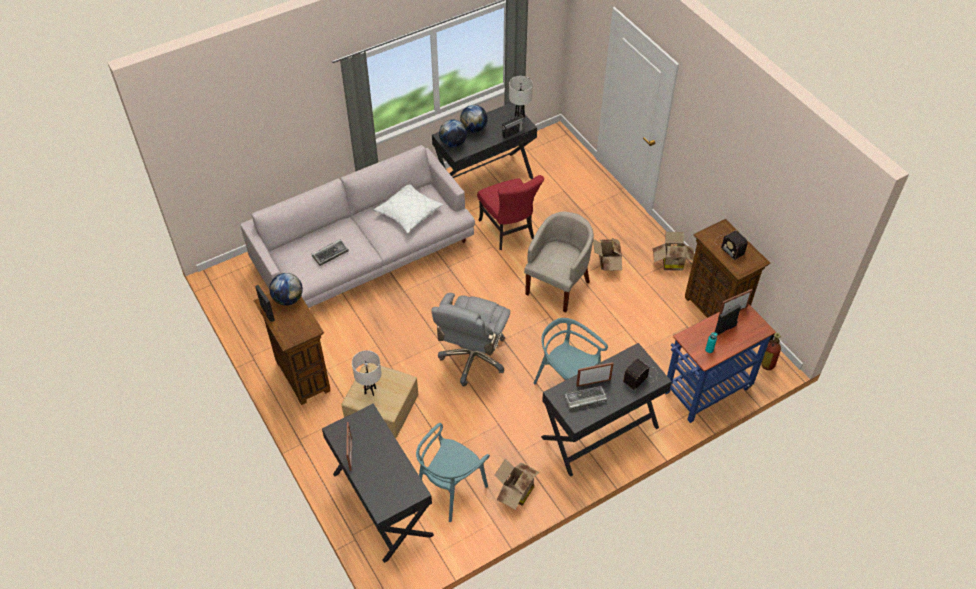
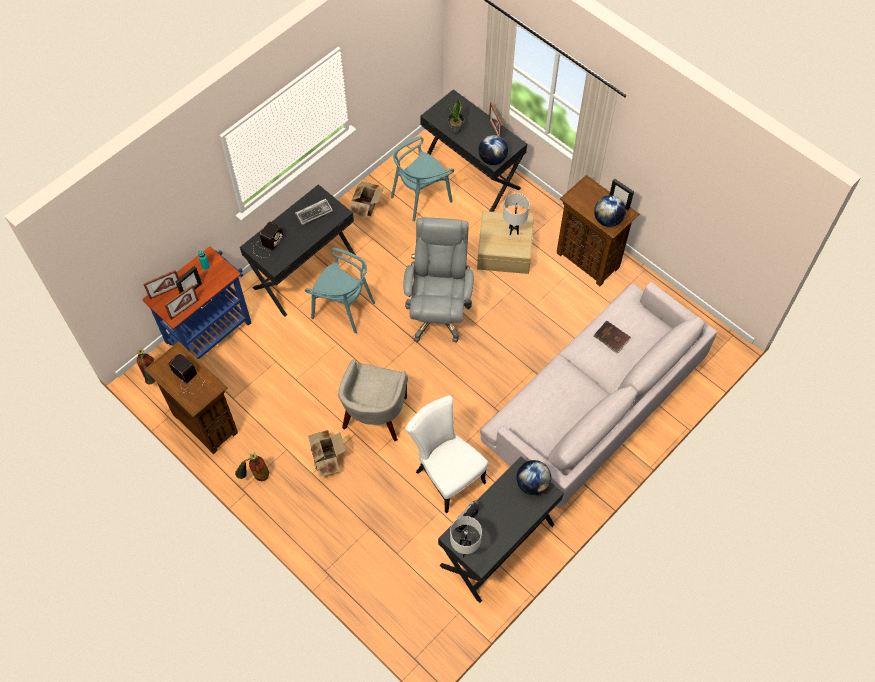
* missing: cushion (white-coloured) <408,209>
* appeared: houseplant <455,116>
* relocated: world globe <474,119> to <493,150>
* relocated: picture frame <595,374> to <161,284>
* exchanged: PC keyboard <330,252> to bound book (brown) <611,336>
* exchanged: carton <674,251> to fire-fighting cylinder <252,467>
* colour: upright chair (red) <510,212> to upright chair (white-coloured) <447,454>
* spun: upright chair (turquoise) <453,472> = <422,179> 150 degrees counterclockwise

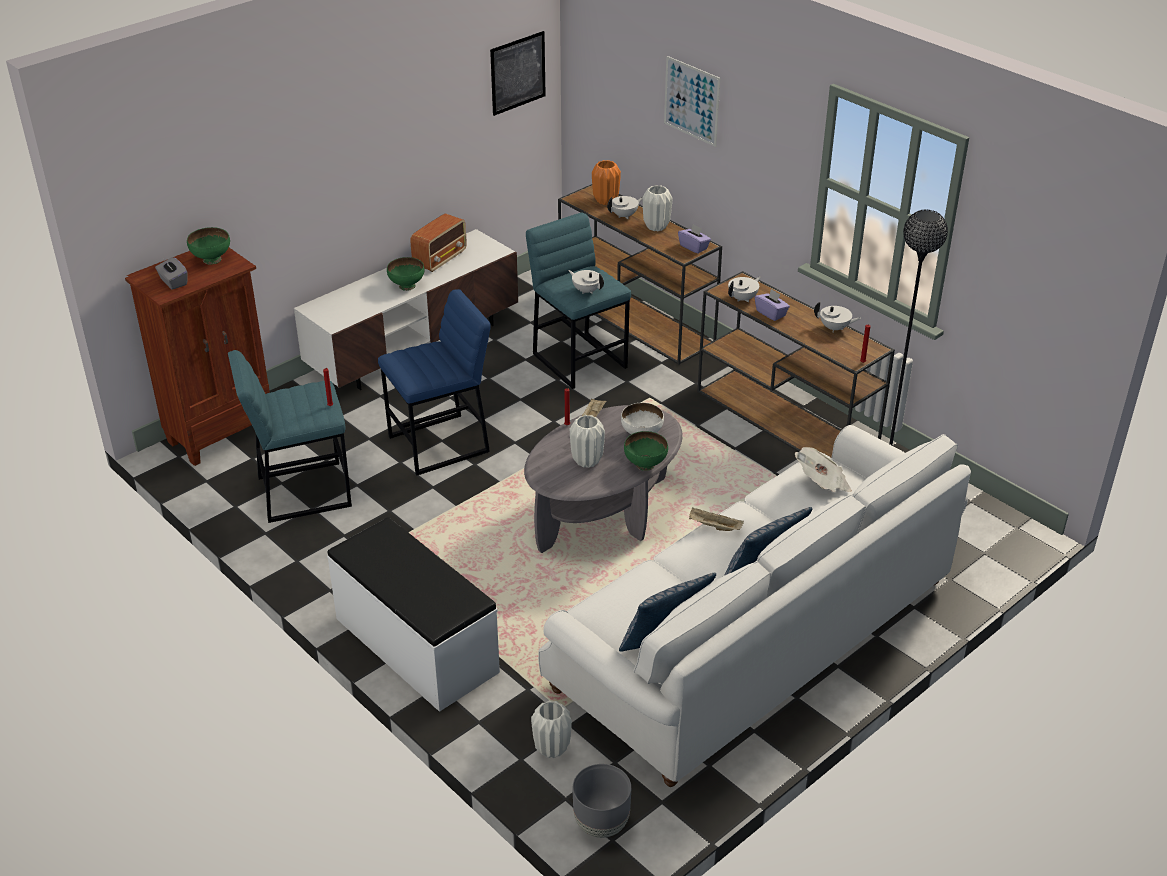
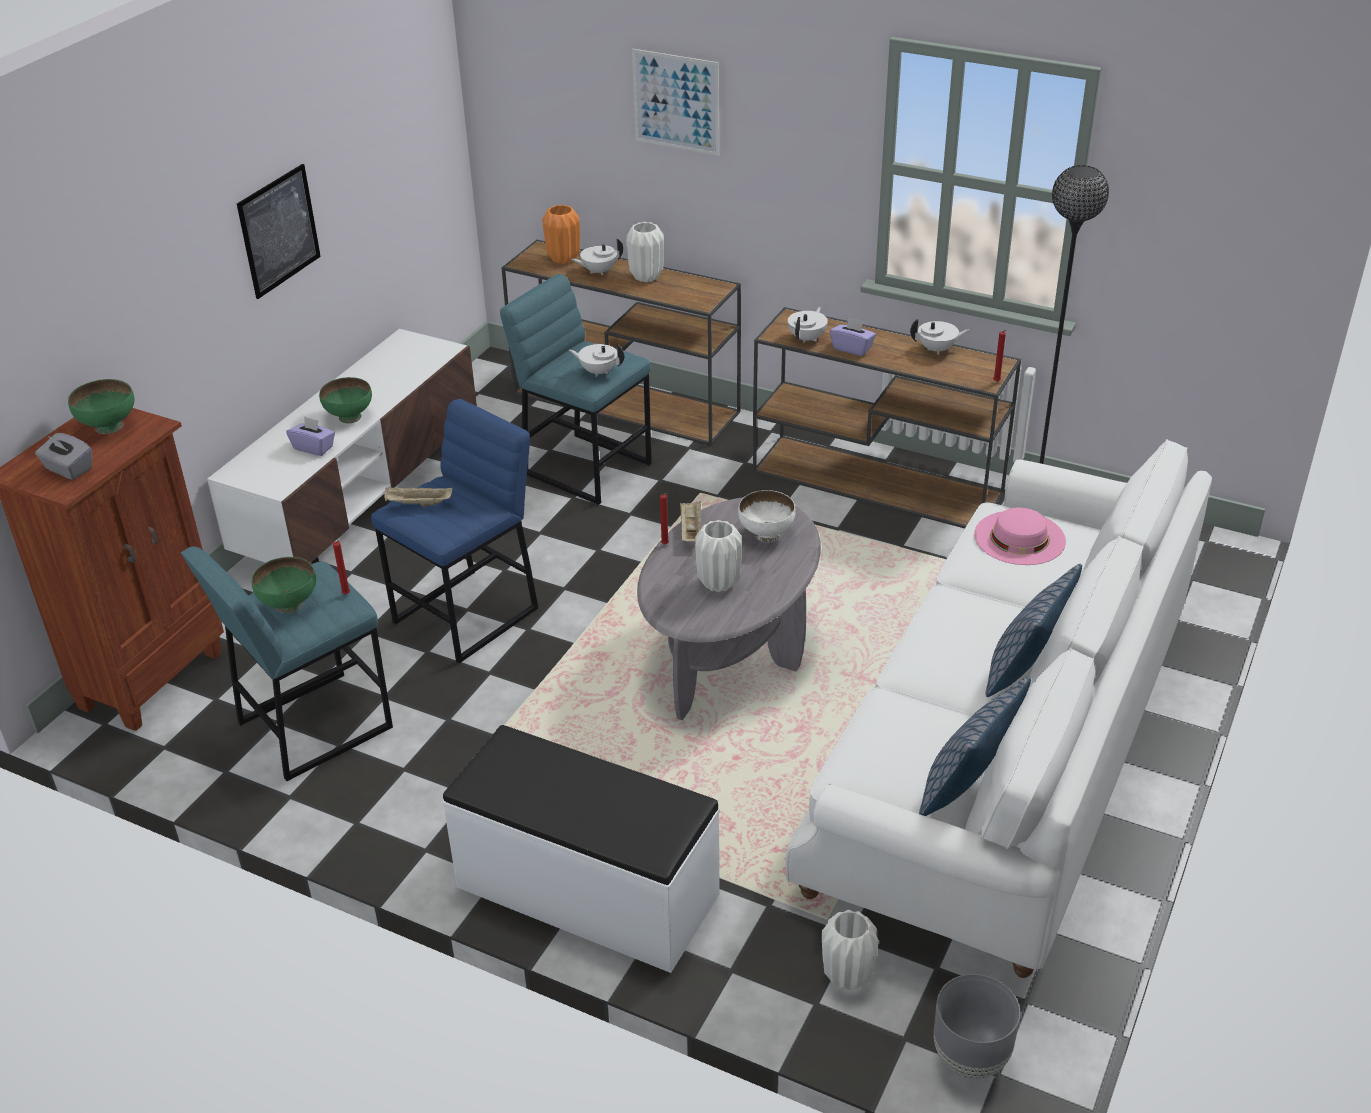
* missing: radio set <438,242>
* relocated: picture <518,73> to <279,231>
* relocated: deep dish (green-coloured) <646,451> to <284,585>
* relocated: box of tissues (purple) <694,239> to <310,436>
* relocated: tray (beige) <716,519> to <418,496>
* exchanged: newspaper <823,469> to wearable hat (pinkish) <1020,536>
* spun: tea pot (white-coloured) <625,207> = <597,256> 150 degrees counterclockwise

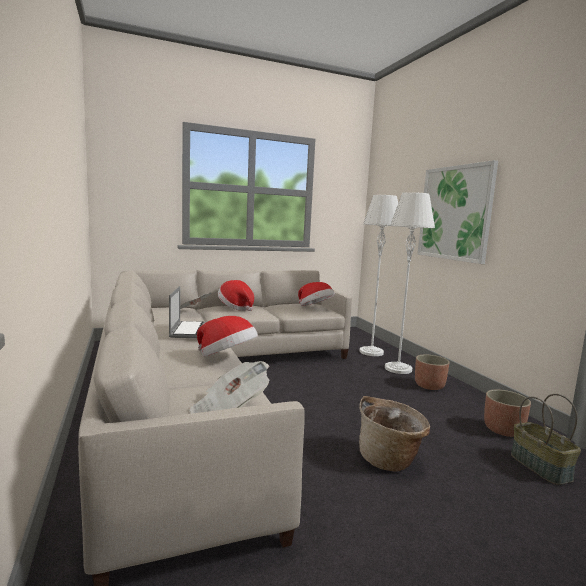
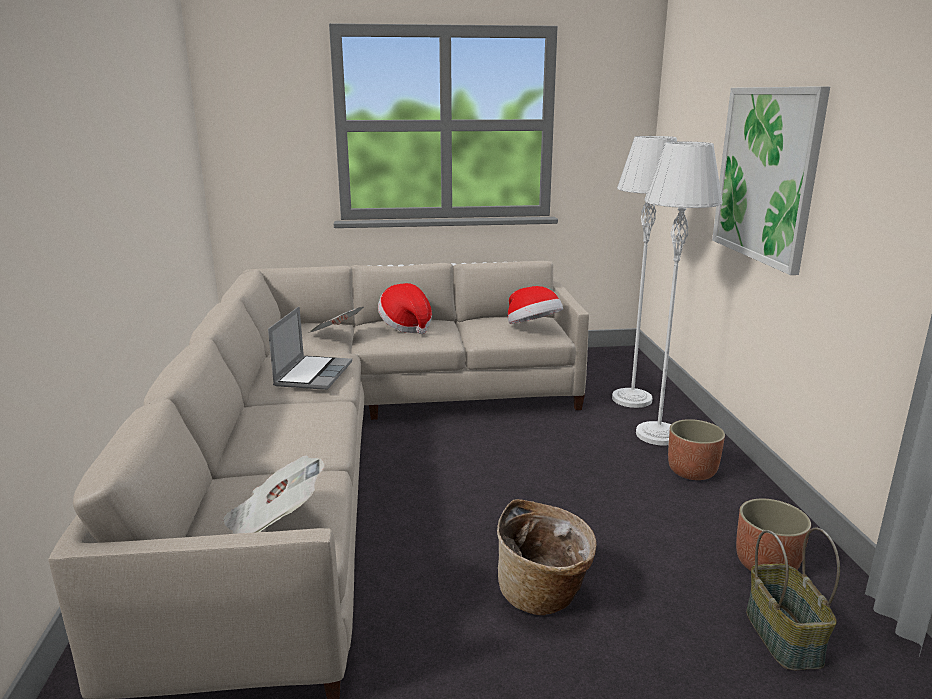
* missing: wearable hat <227,336>

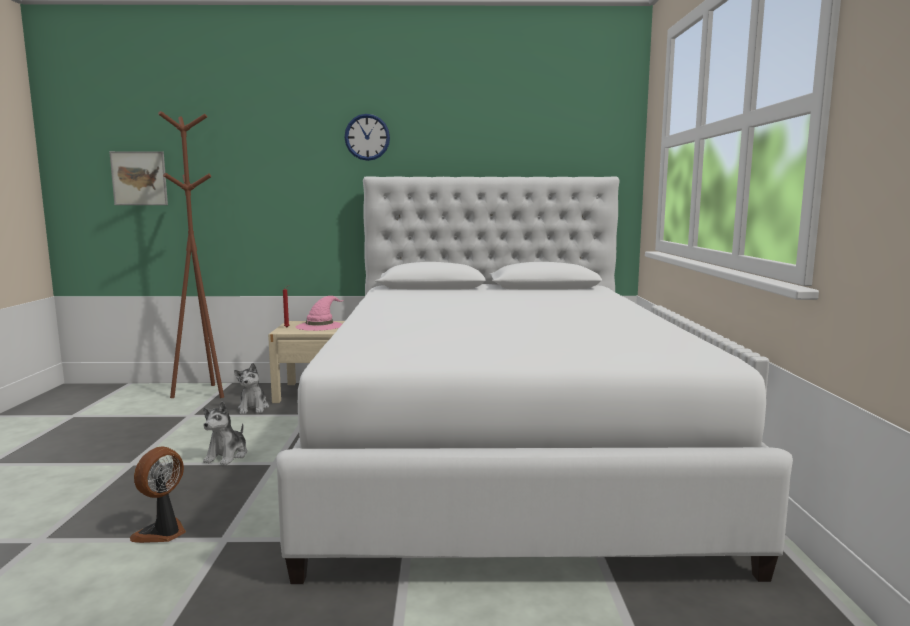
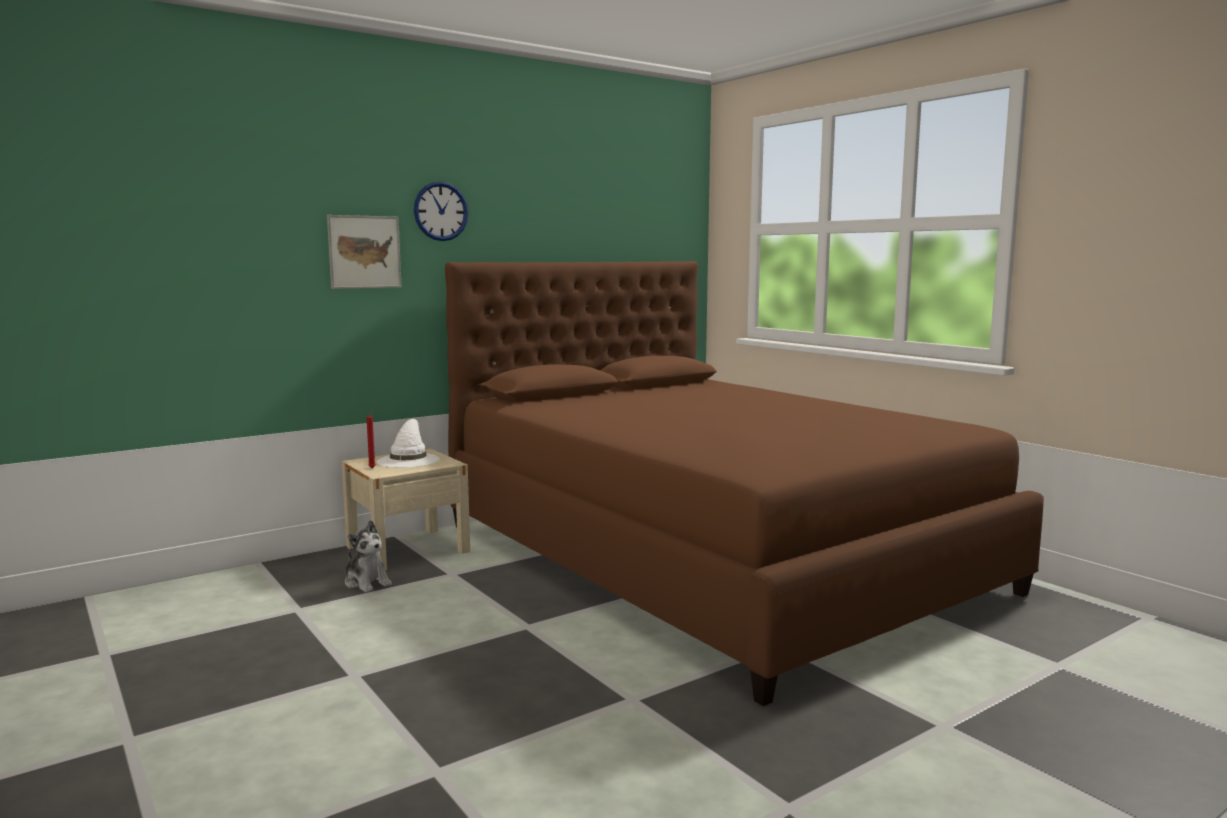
* missing: cooling fan <158,494>
* missing: garment rack (brown) <191,254>
* missing: plush toy <225,433>
* relocated: picture <138,178> to <364,252>
* colour: bed (white-coloured) <534,380> to bed (brown) <744,483>
* colour: wearable hat (pinkish) <320,313> to wearable hat (white-coloured) <408,443>

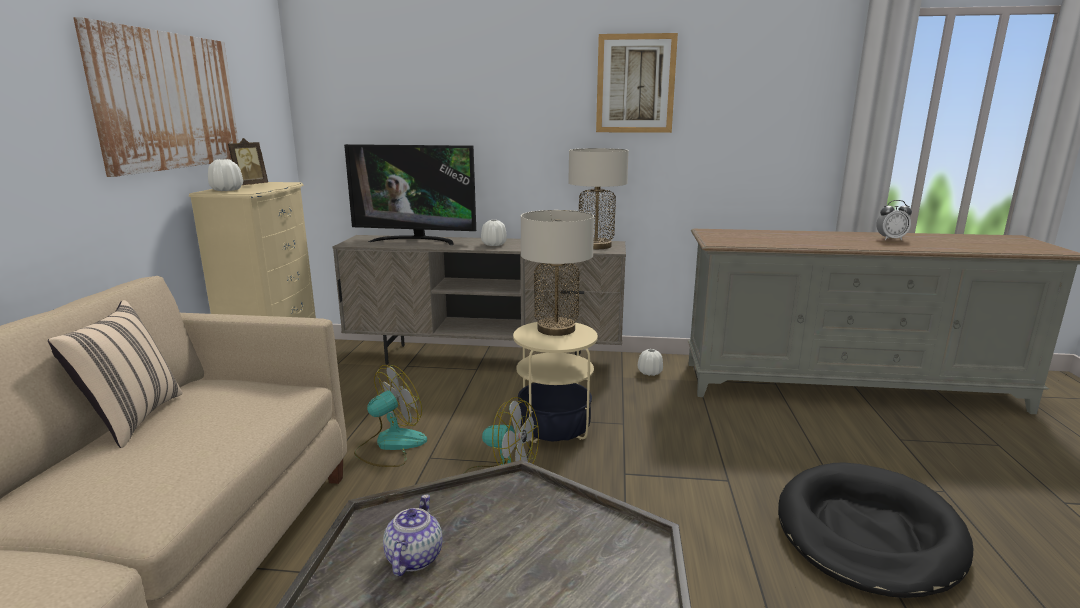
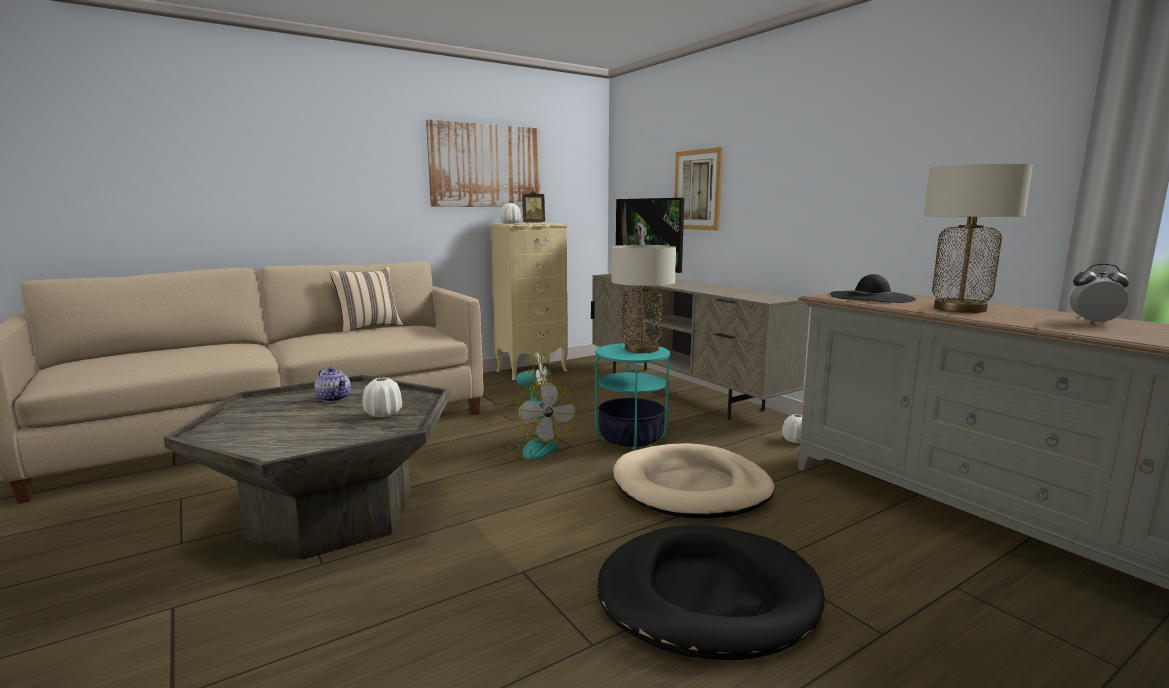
* appeared: pet bed (beige) <694,480>
* appeared: wearable hat (black) <873,288>
* relocated: flower vase (white-coloured) <494,233> to <382,397>
* relocated: tabletop lamp <598,198> to <978,238>
* relocated: picture <637,83> to <698,188>
* colour: accent table (beige) <555,382> to accent table (turquoise) <632,397>
* spun: tea pot <412,535> = <333,384> 75 degrees clockwise
* spun: alarm clock <894,220> = <1099,294> 150 degrees clockwise

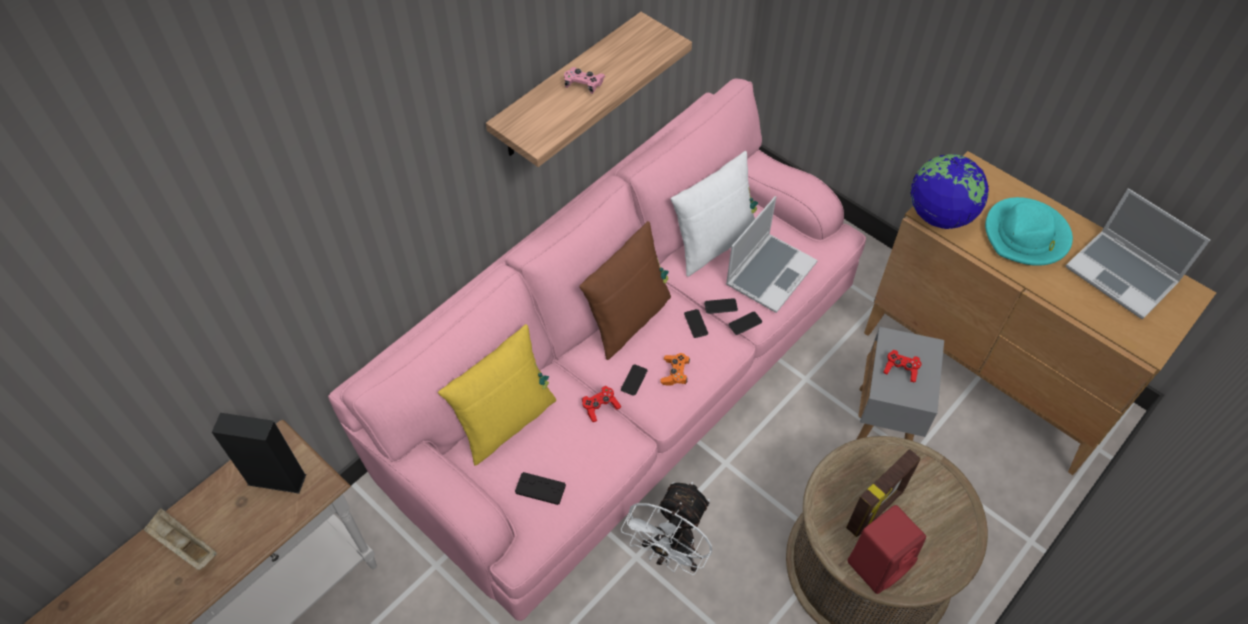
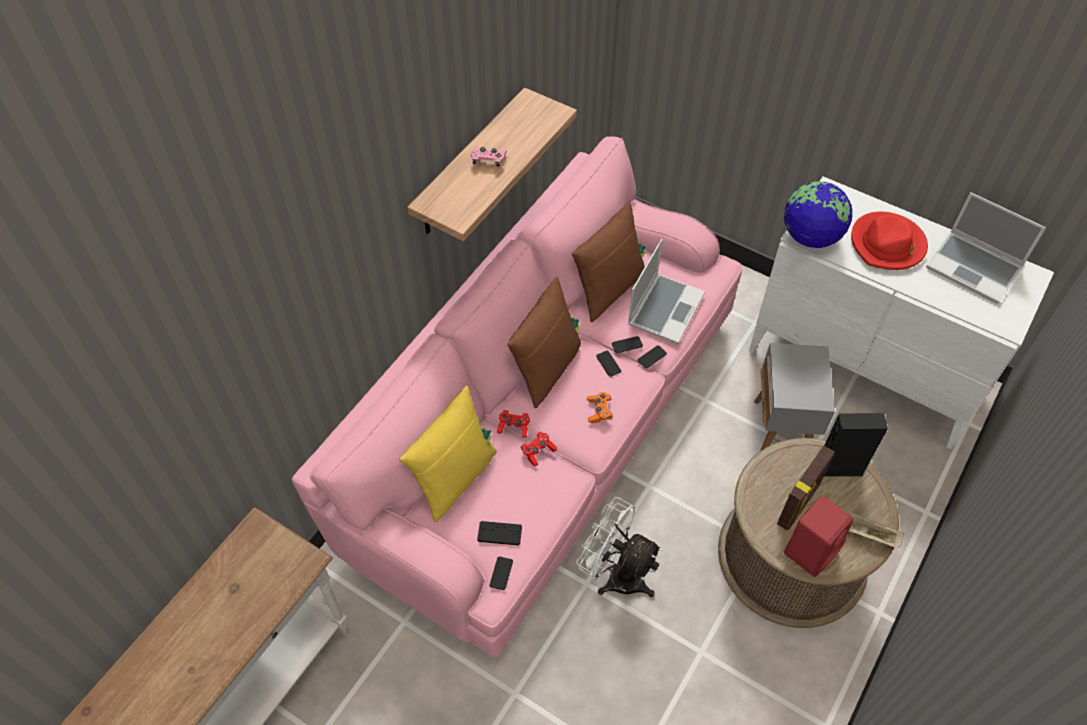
* relocated: tray (beige) <180,539> to <872,528>
* relocated: audio speaker (black) <259,453> to <856,445>
* relocated: handset <634,380> to <501,573>
* relocated: gamepad (red) <902,366> to <513,424>
* colour: cushion (white-coloured) <714,214> to cushion (brown) <609,261>
* colour: cupboard (brown) <1040,313> to cupboard (white-coloured) <901,312>
* colour: wearable hat (turquoise) <1029,231> to wearable hat (red) <889,241>
* spun: cooling fan (white-coloured) <666,528> = <619,547> 105 degrees clockwise

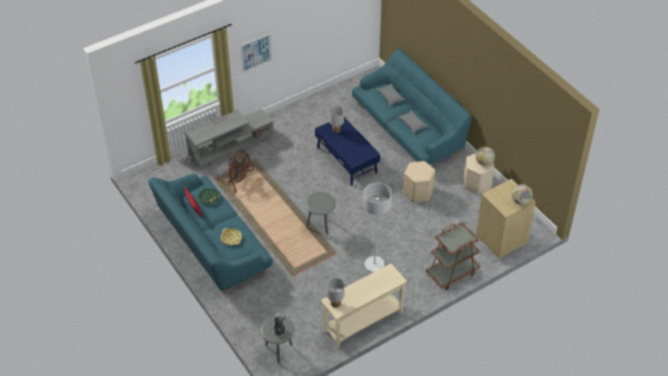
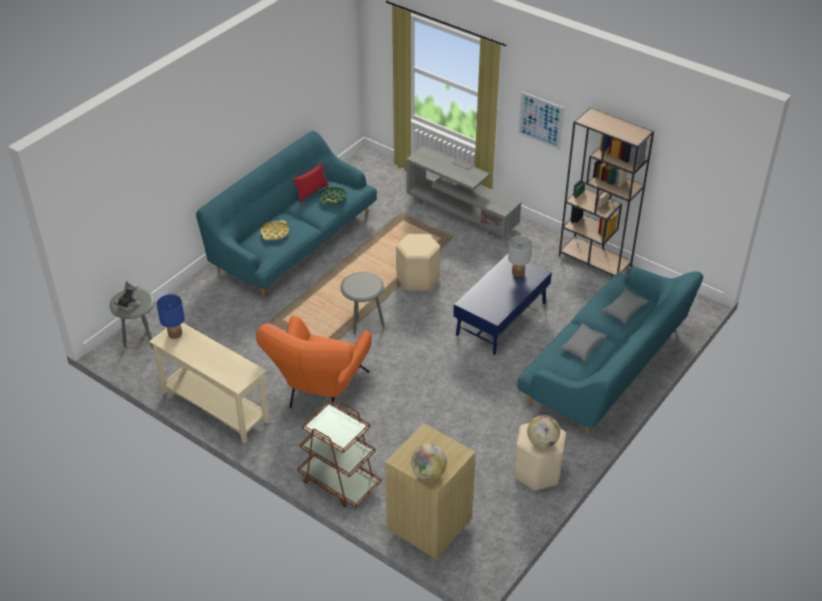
* missing: cooling fan (brown) <235,171>
* appeared: shelving unit <606,191>
* relocated: sitting stool (beige) <419,182> to <418,262>
* exchanged: standard lamp (greyish) <377,227> to armchair (orange-coloured) <314,362>
* colour: tabletop lamp (greyish) <336,293> to tabletop lamp (blue) <171,316>

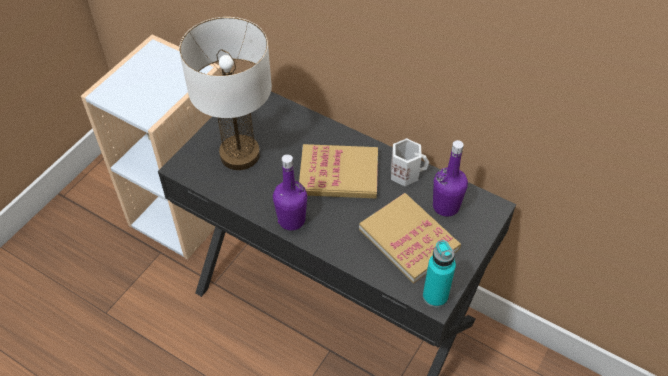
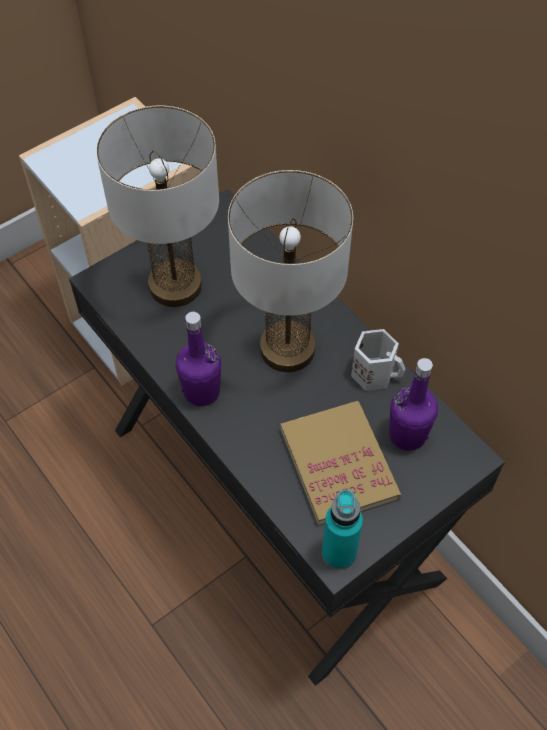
* exchanged: bound book <338,171> to tabletop lamp <290,271>

